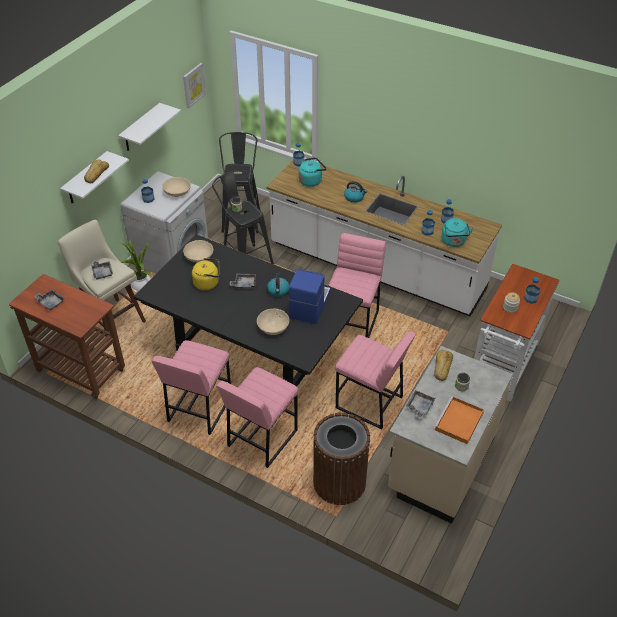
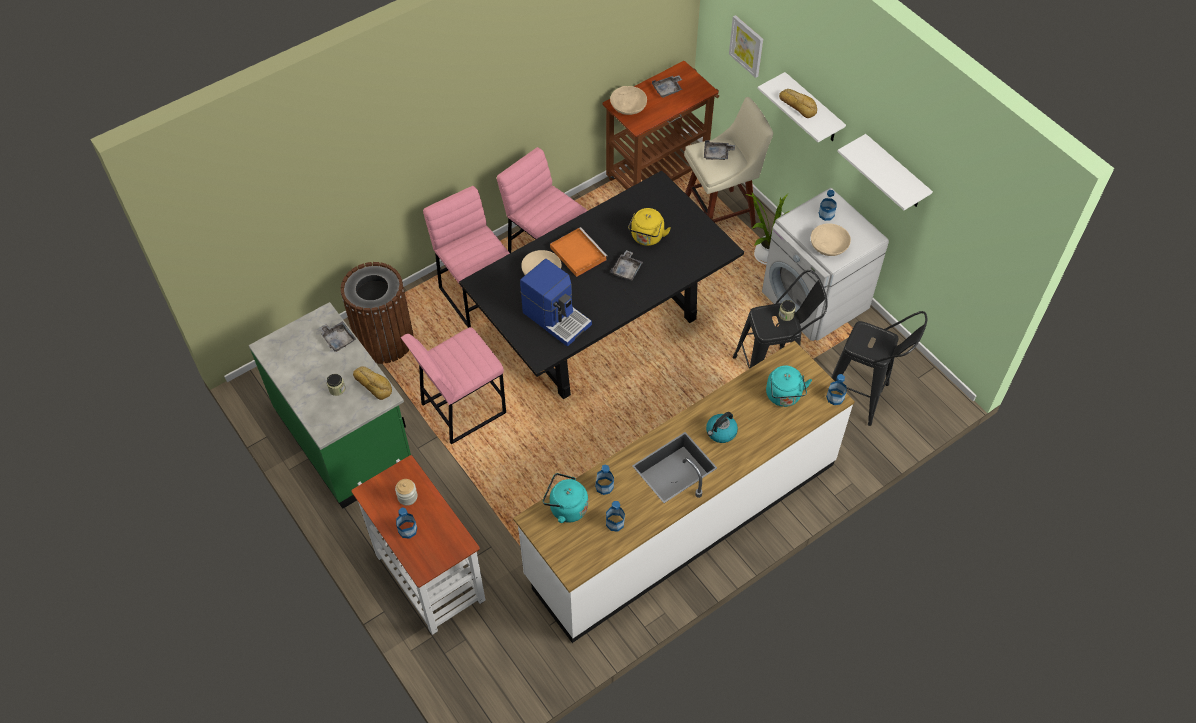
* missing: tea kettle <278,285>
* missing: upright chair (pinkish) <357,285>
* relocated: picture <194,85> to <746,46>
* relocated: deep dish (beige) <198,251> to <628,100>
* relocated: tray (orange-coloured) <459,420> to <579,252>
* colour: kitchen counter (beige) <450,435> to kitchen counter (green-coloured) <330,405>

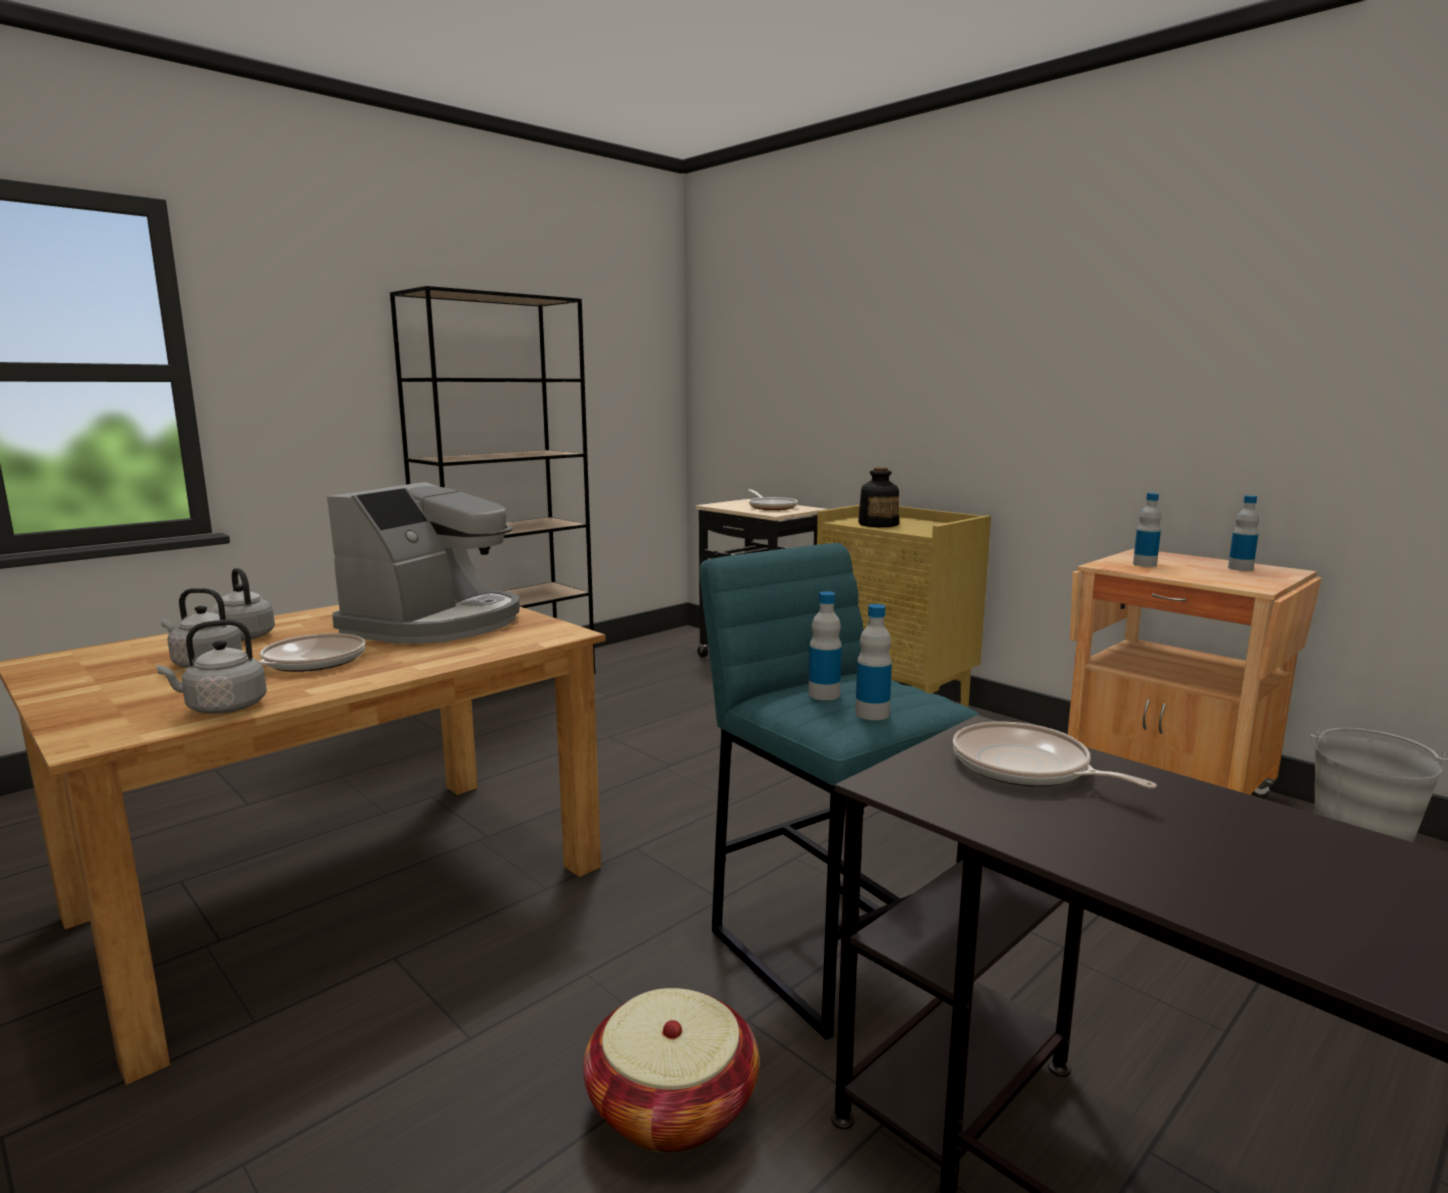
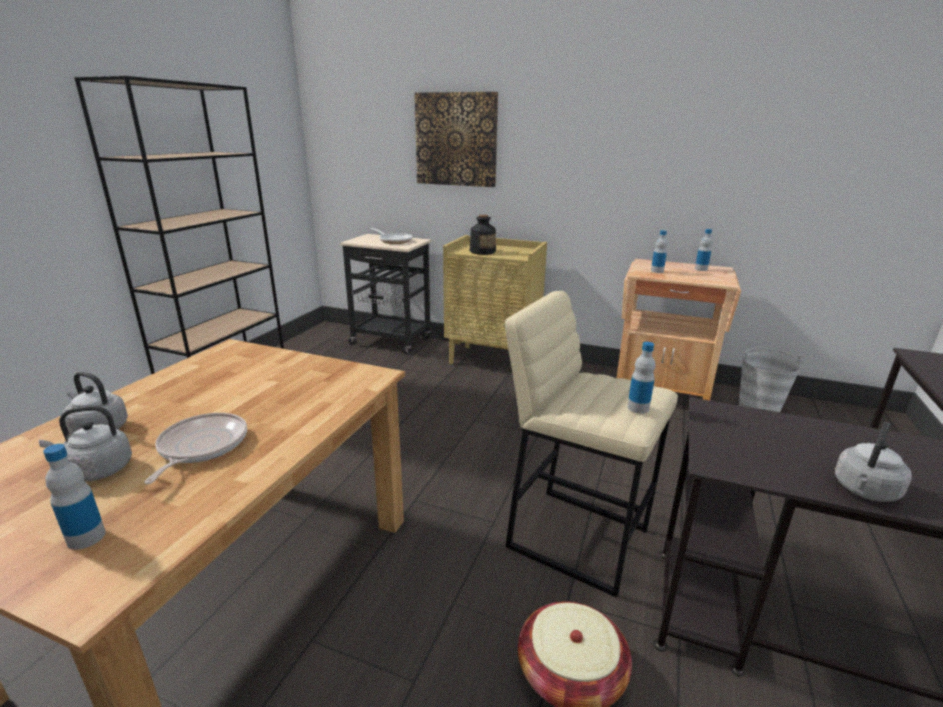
* missing: coffee maker <423,563>
* missing: frying pan <1055,755>
* appeared: picture <456,139>
* relocated: tea kettle (greyish) <211,667> to <873,462>
* relocated: beverage bottle <825,645> to <74,497>
* colour: sitting stool (turquoise) <841,791> to sitting stool (beige) <591,444>

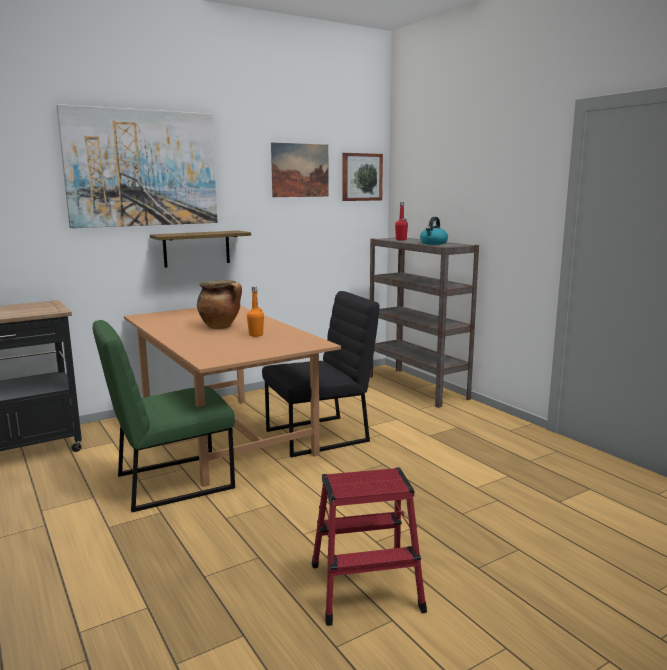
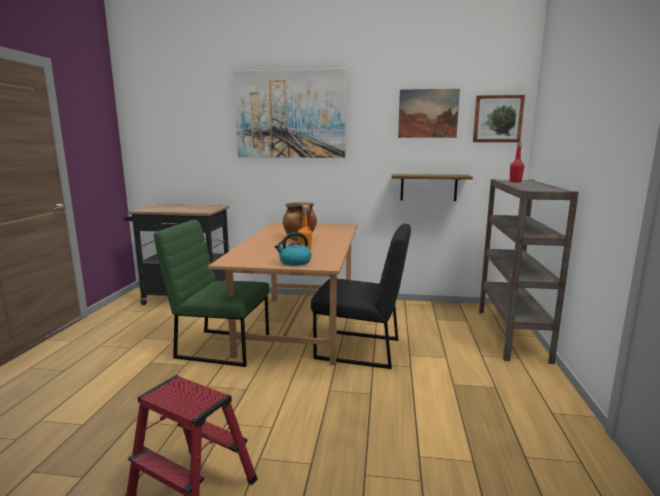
* relocated: bracket shelf <200,249> to <432,187>
* relocated: tea kettle <434,231> to <293,249>

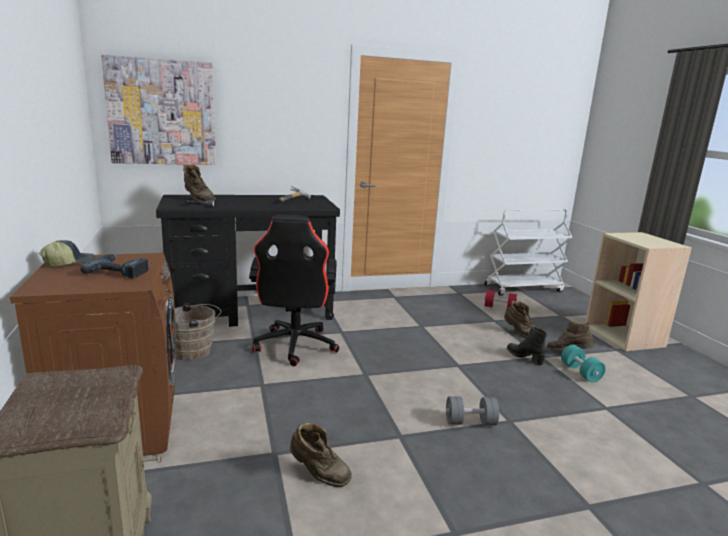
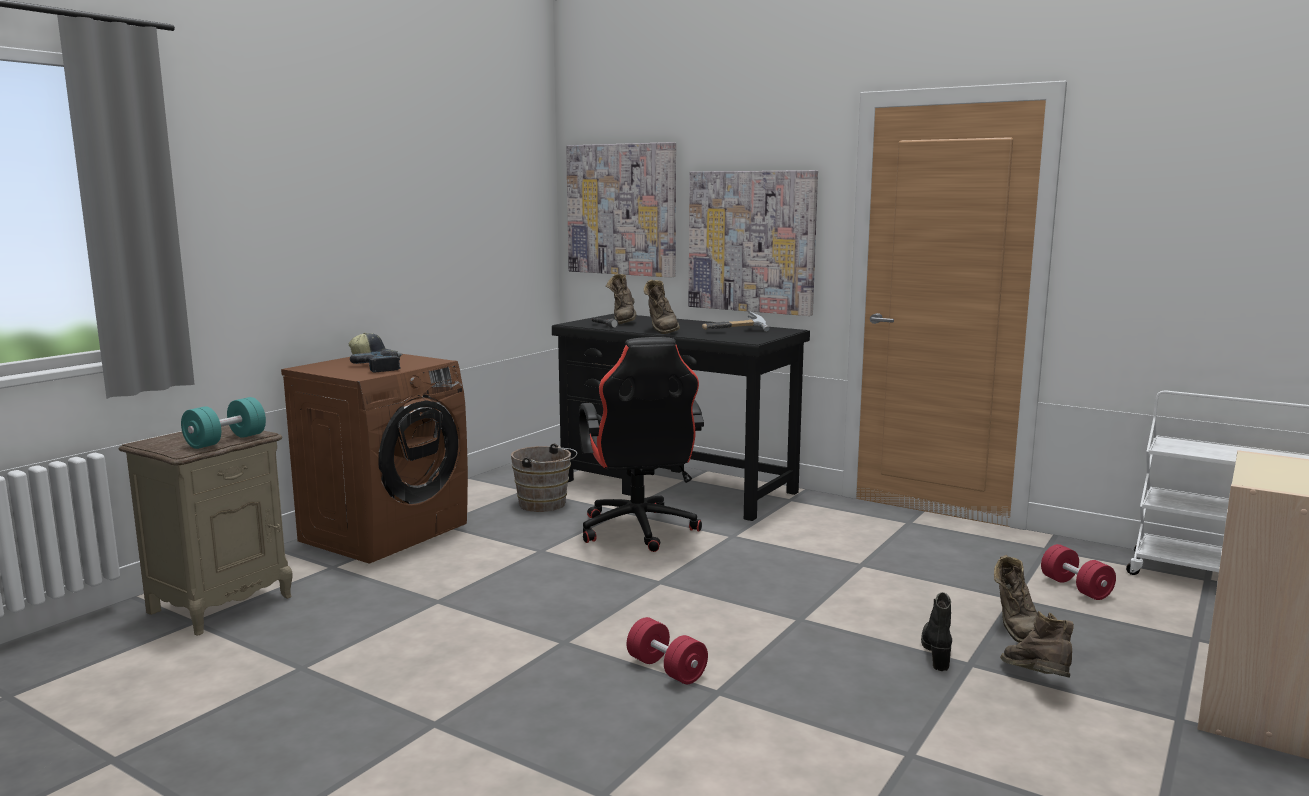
* appeared: picture <753,243>
* relocated: tall boot (brown) <321,455> to <662,306>
* relocated: free weight (turquoise) <583,363> to <223,423>
* colour: free weight (greyish) <472,410> to free weight (red) <667,650>
* spun: computer chair (black) <294,290> = <641,444> 60 degrees counterclockwise

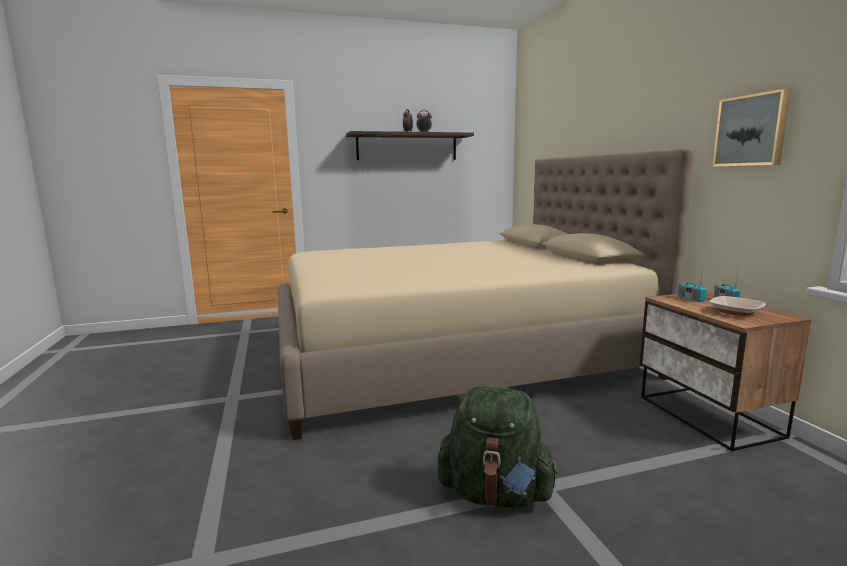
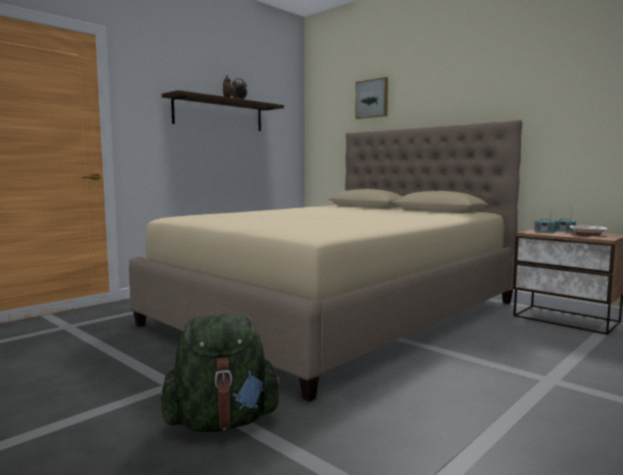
* relocated: backpack (green-coloured) <498,447> to <220,373>
* relocated: picture <751,128> to <371,98>

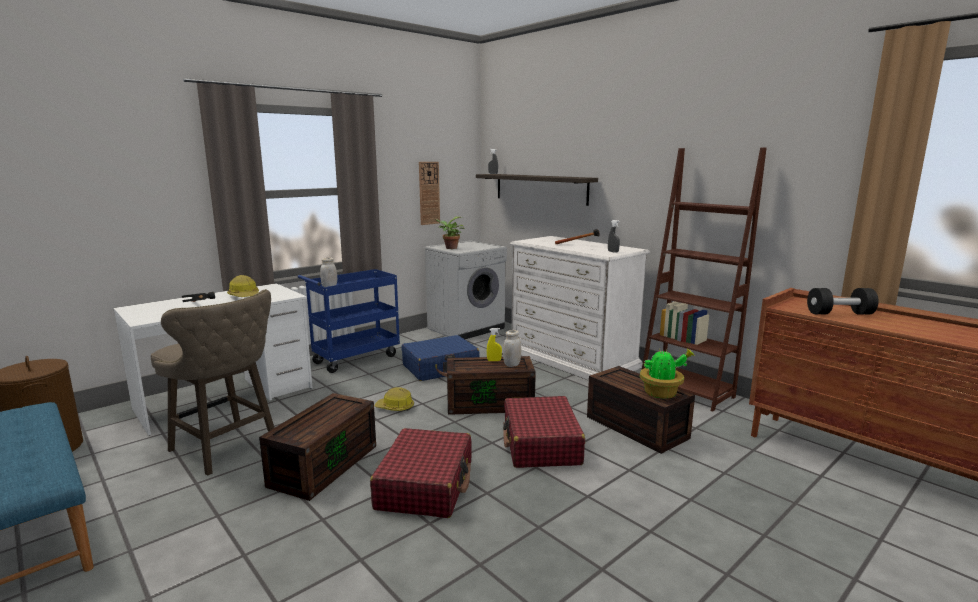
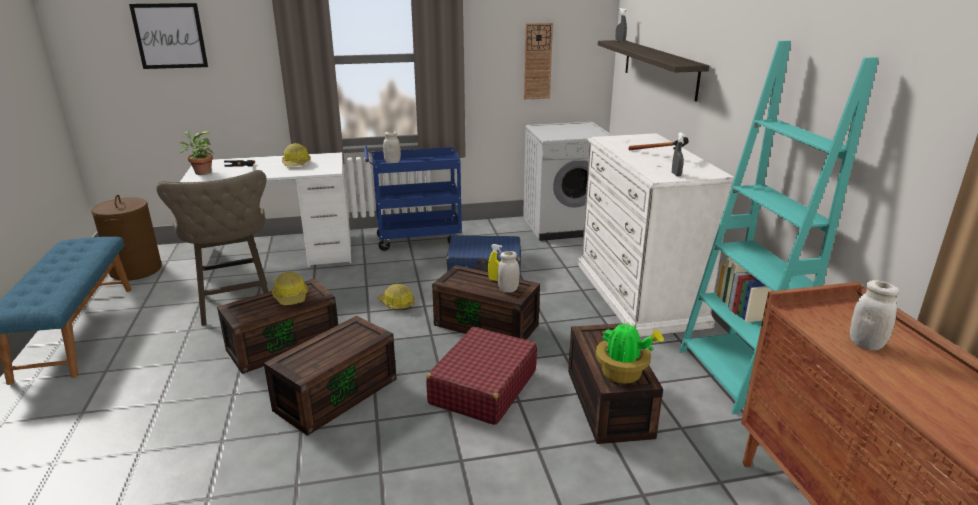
* appeared: picture <168,36>
* appeared: hard hat <290,288>
* relocated: houseplant <449,233> to <196,153>
* exchanged: piece of luggage (red) <420,473> to storage box (brown) <330,376>
* exchanged: free weight (black) <843,301> to jar (white-coloured) <874,315>
* colour: shelving unit (brown) <704,279> to shelving unit (turquoise) <779,227>

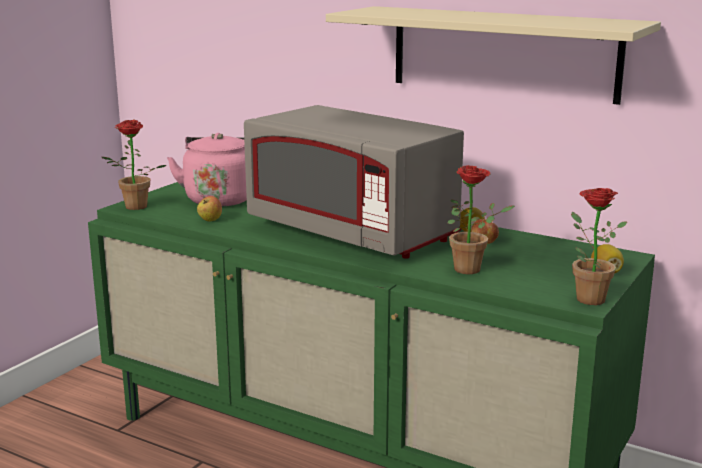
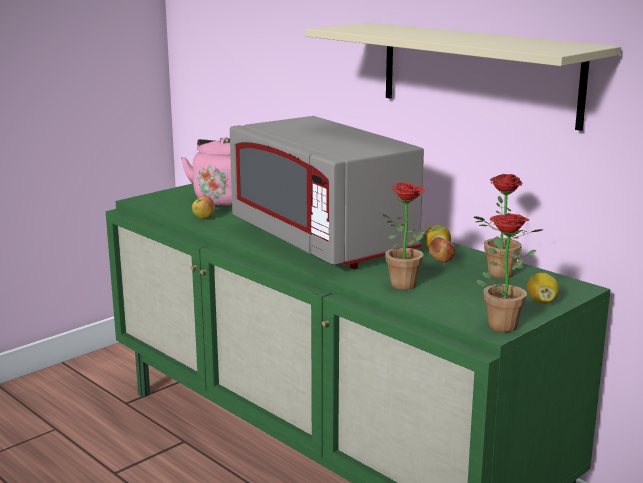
* relocated: houseplant <133,165> to <509,226>

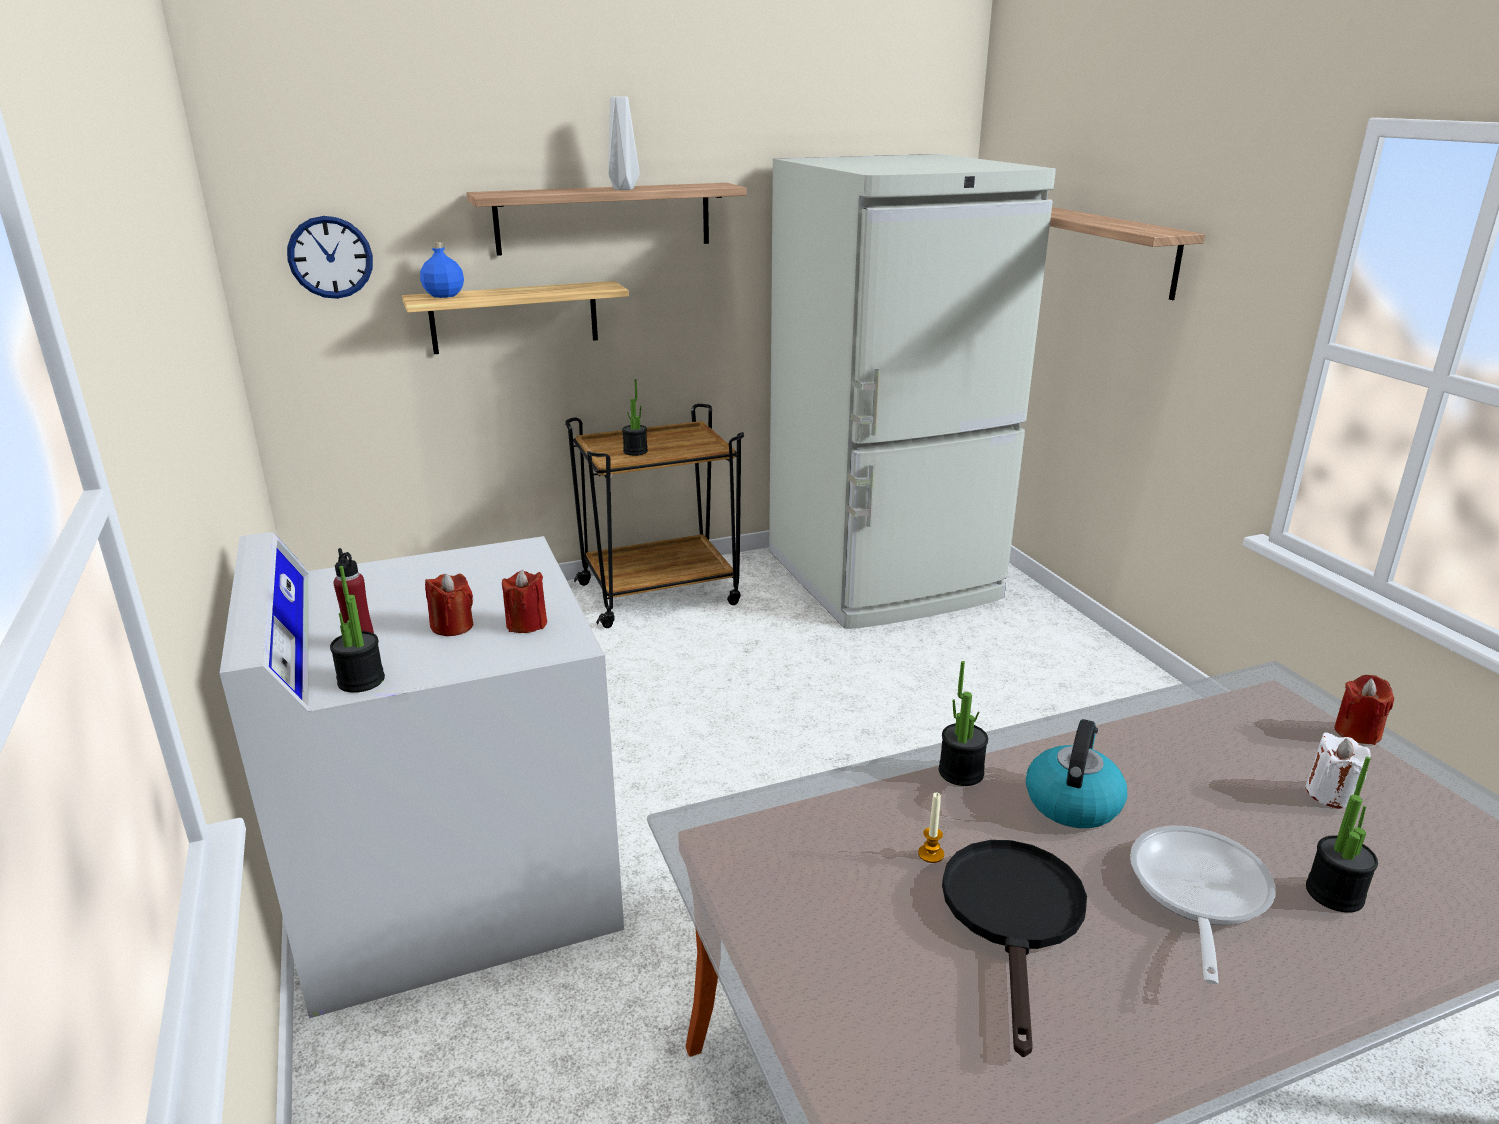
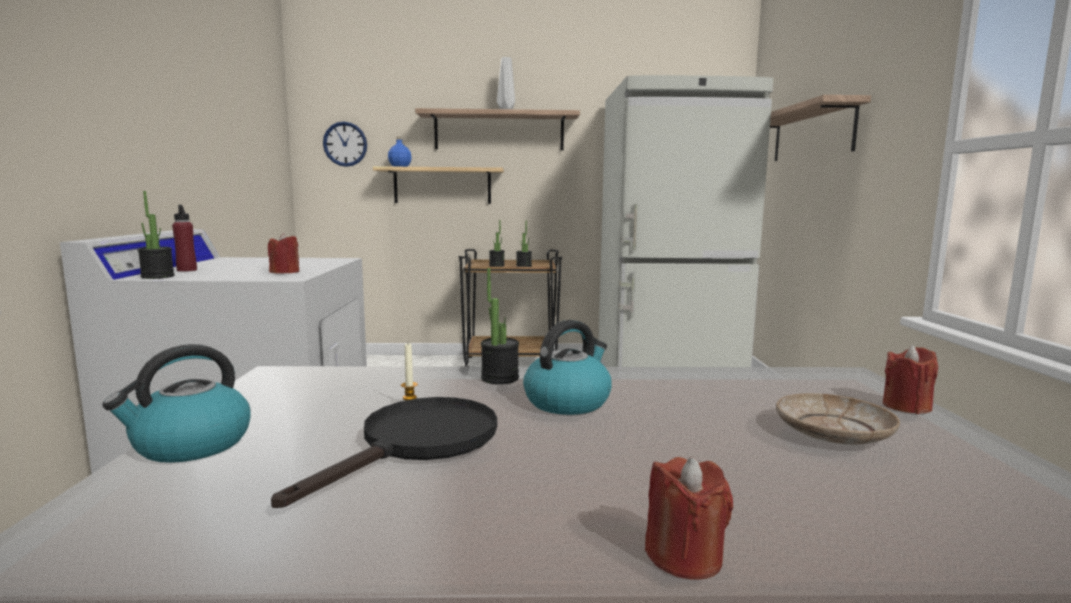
* missing: frying pan <1203,905>
* appeared: tea kettle <176,403>
* relocated: wax light (red) <449,605> to <689,518>
* relocated: houseplant <1342,835> to <524,244>
* exchanged: wax light (white-coloured) <1338,770> to plate (beige) <838,419>

